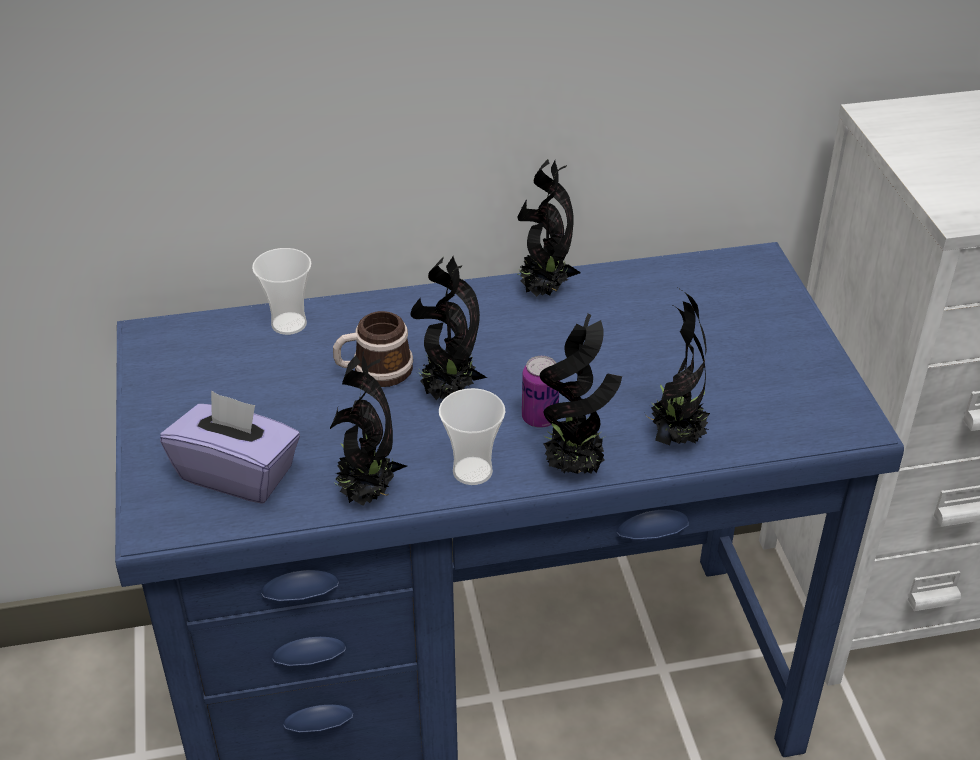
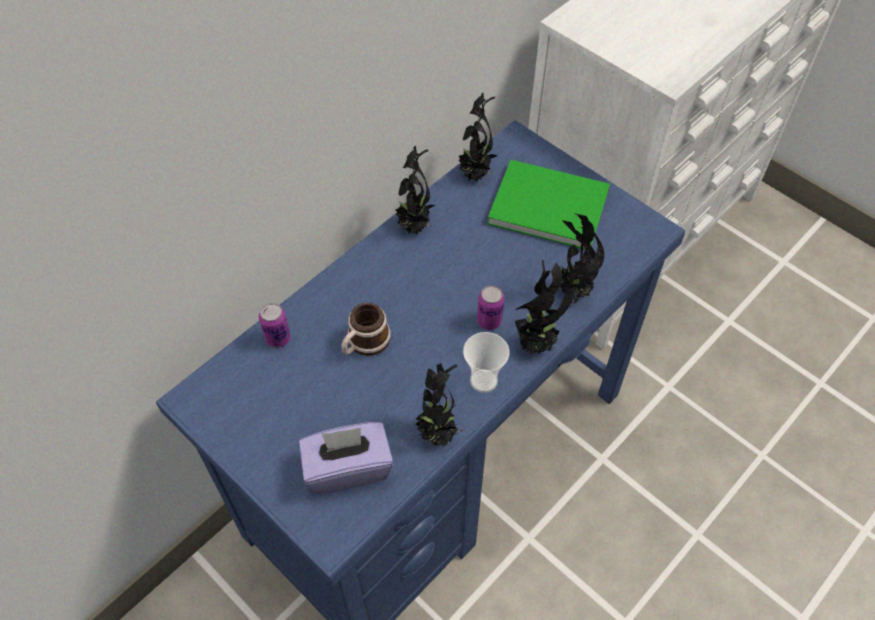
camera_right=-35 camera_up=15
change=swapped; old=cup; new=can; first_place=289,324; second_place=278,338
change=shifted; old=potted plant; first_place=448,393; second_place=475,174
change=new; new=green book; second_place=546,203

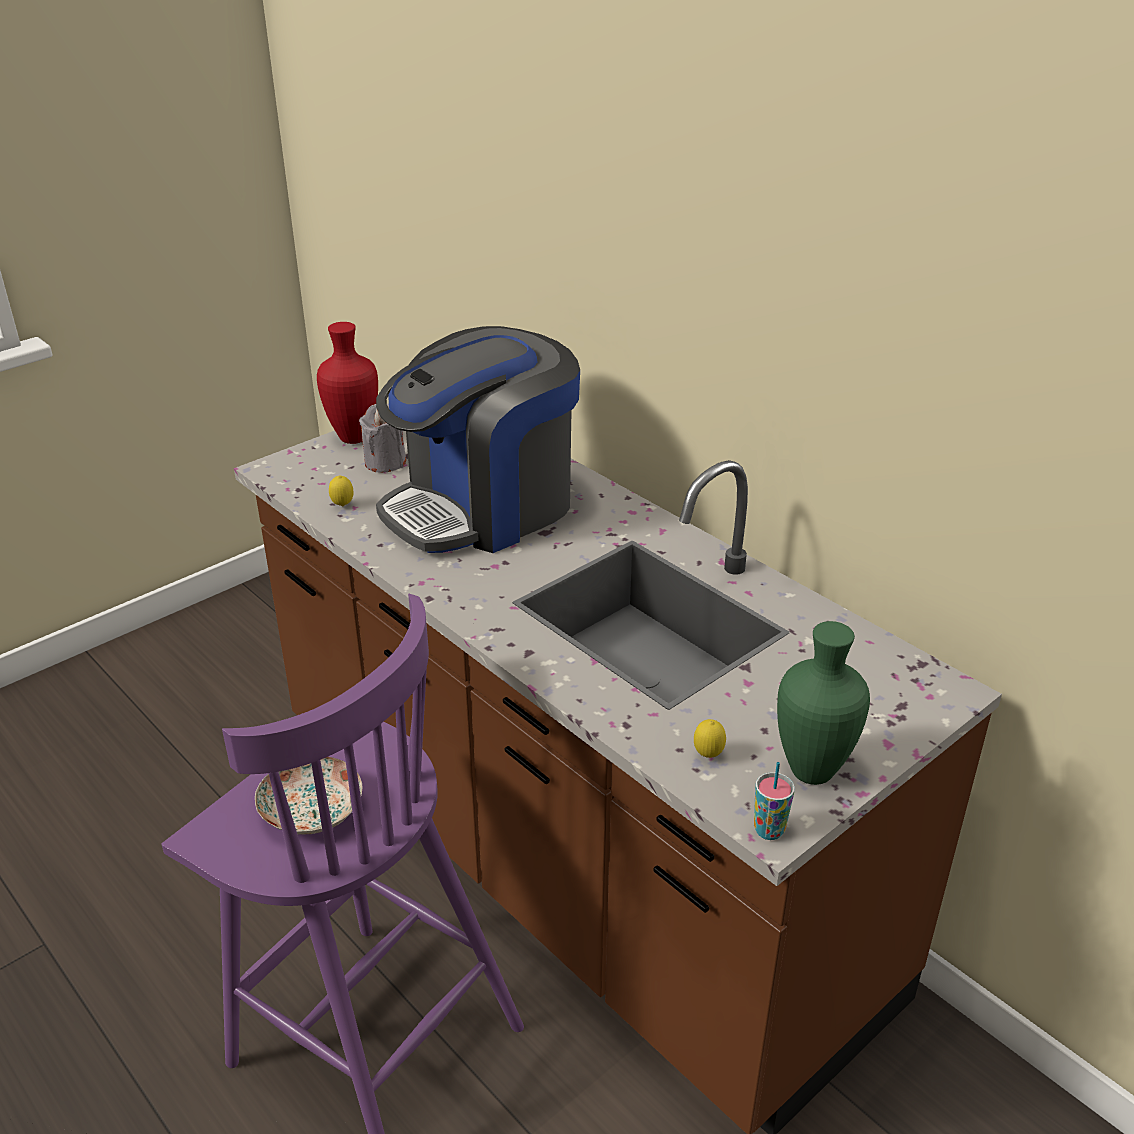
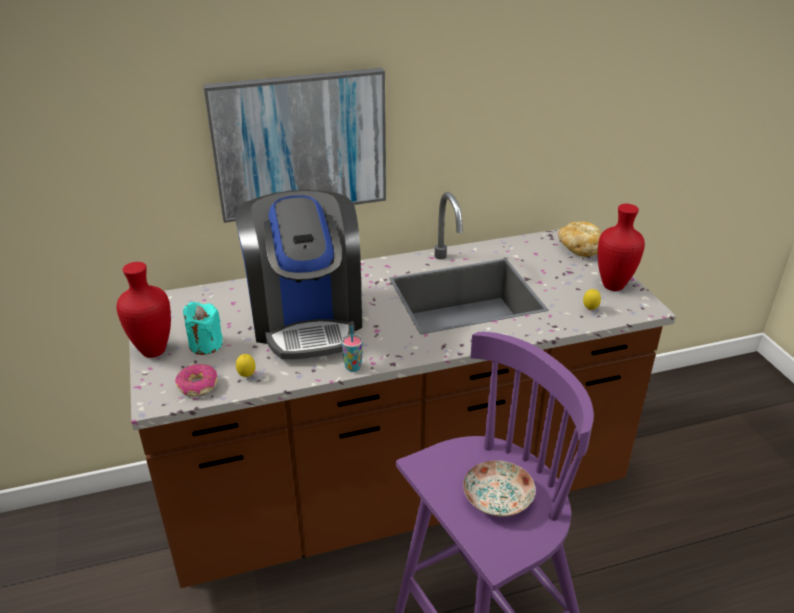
camera_right=-65 camera_up=0
change=repainted; old=grey candle; new=turquoise candle; first_place=385,462; second_place=205,344
change=shifted; old=cup; first_place=769,830; second_place=353,367
change=repainted; old=green vase; new=red vase; first_place=809,770; second_place=611,286
change=new; new=donut; second_place=197,386
change=new; new=picture; second_place=300,144
change=new; new=bread; second_place=580,249

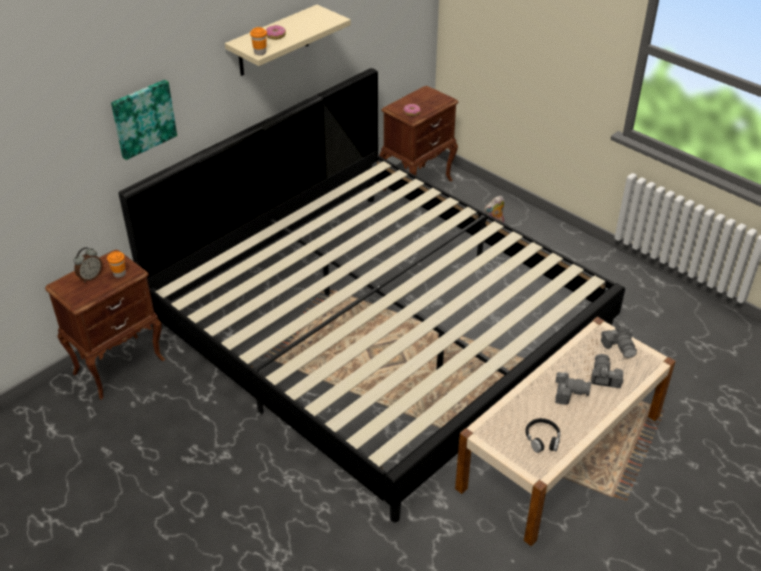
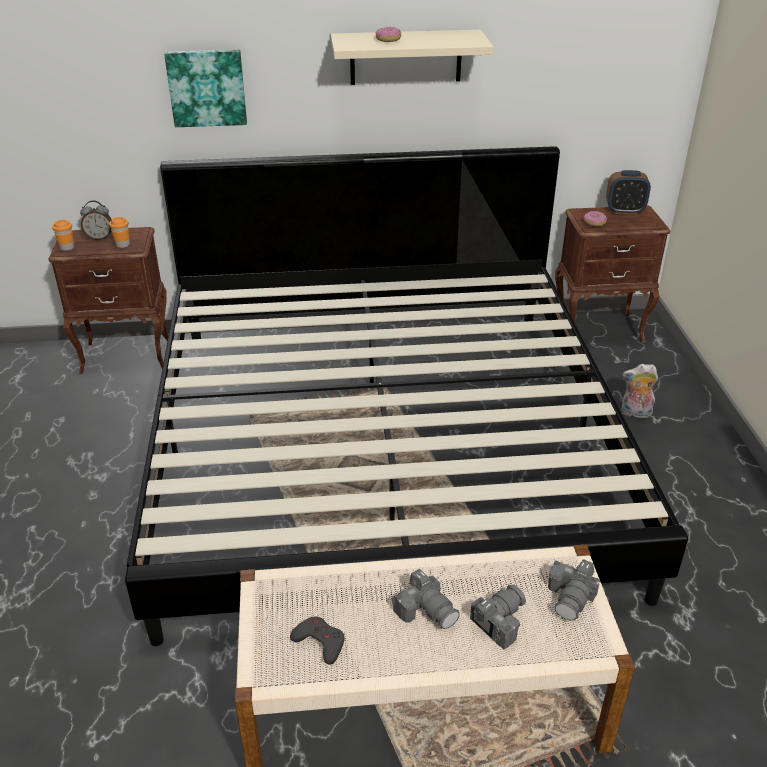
camera_right=40 camera_up=-5
change=shifted; old=orange cup; first_place=260,52; second_place=67,248
change=swapped; old=black headphones; new=grey game controller; first_place=542,439; second_place=320,642
change=new; new=alarm clock; second_place=624,210

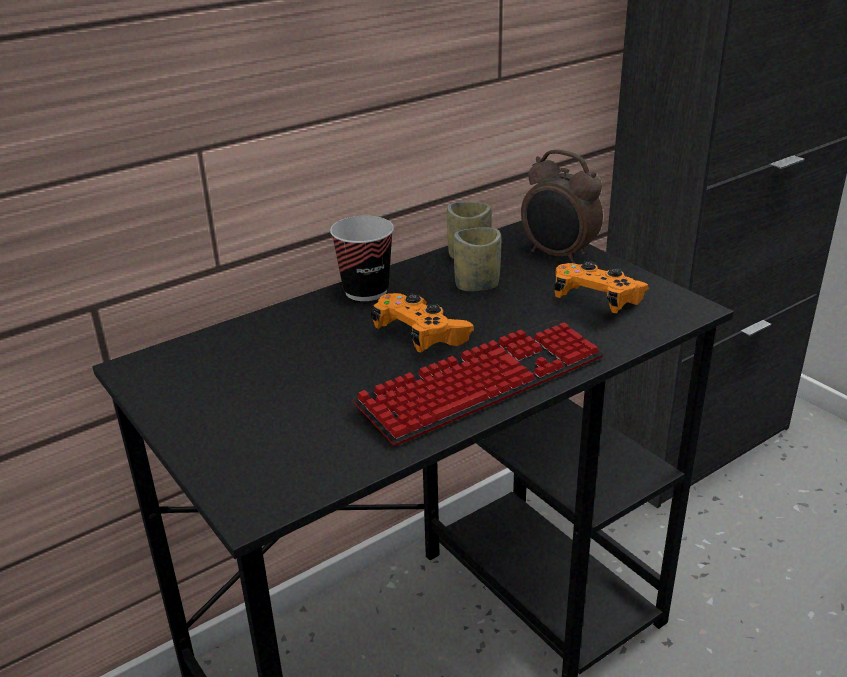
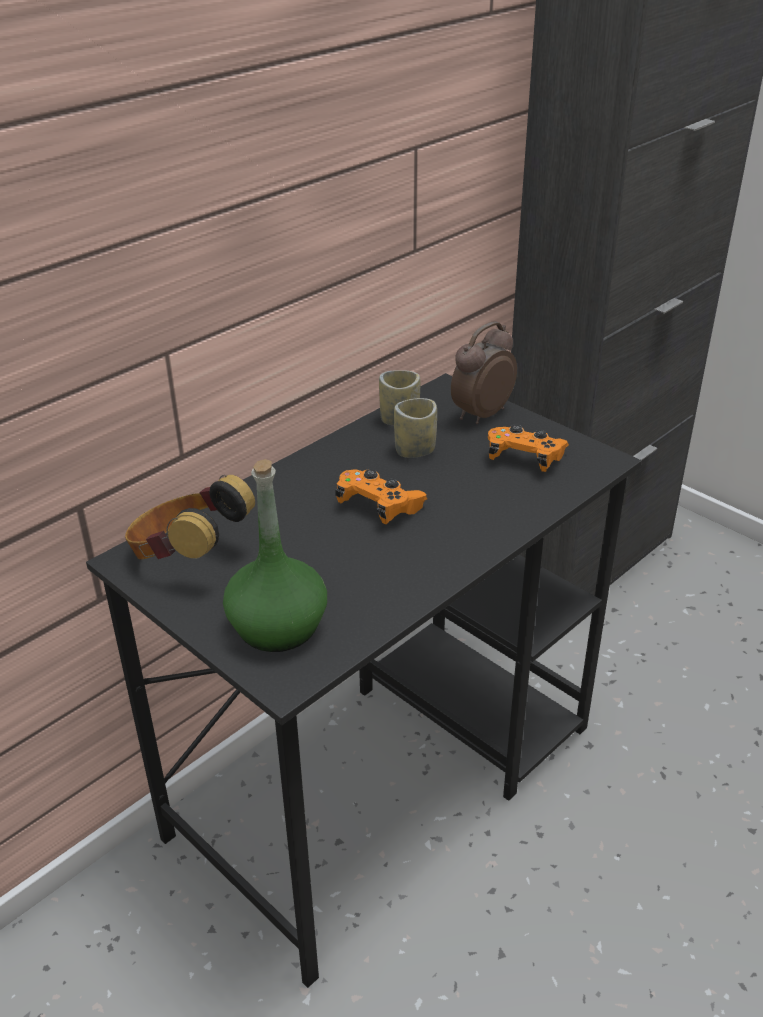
camera_right=-10 camera_up=5
change=gone; old=cup; first_place=366,291
change=gone; old=keyboard; first_place=483,382
change=rotated; old=alarm clock; first_place=558,256; second_place=480,414; degrees=105
change=new; new=headphones; second_place=188,557
change=new; new=green bottle; second_place=278,627

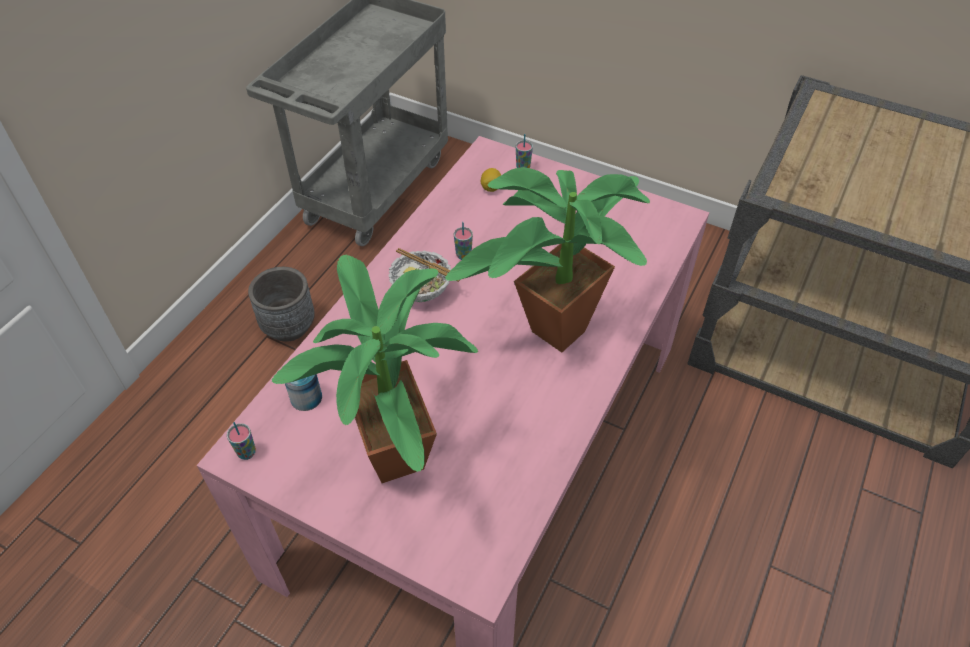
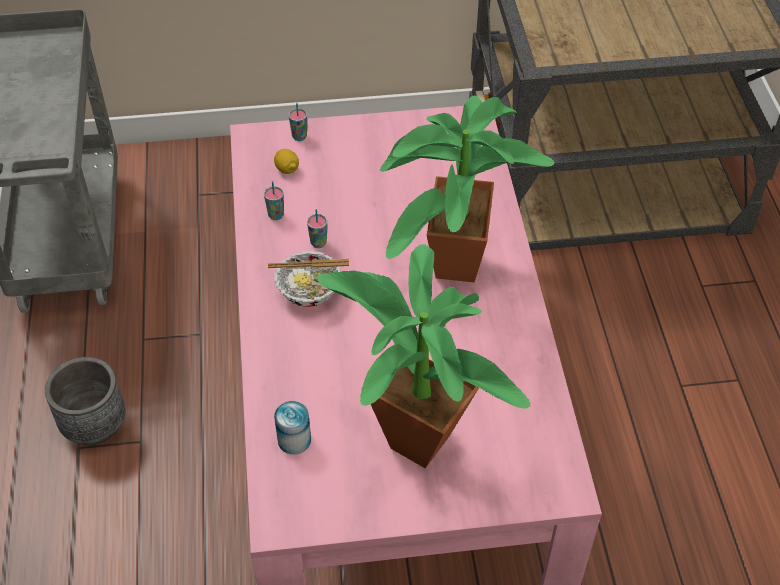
camera_right=-35 camera_up=0
change=shifted; old=cup; first_place=247,453; second_place=276,215

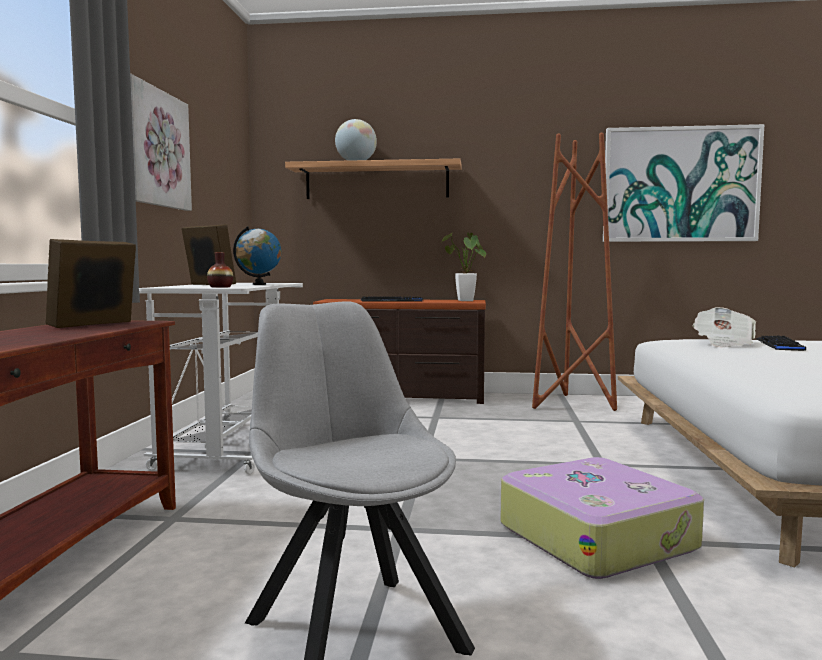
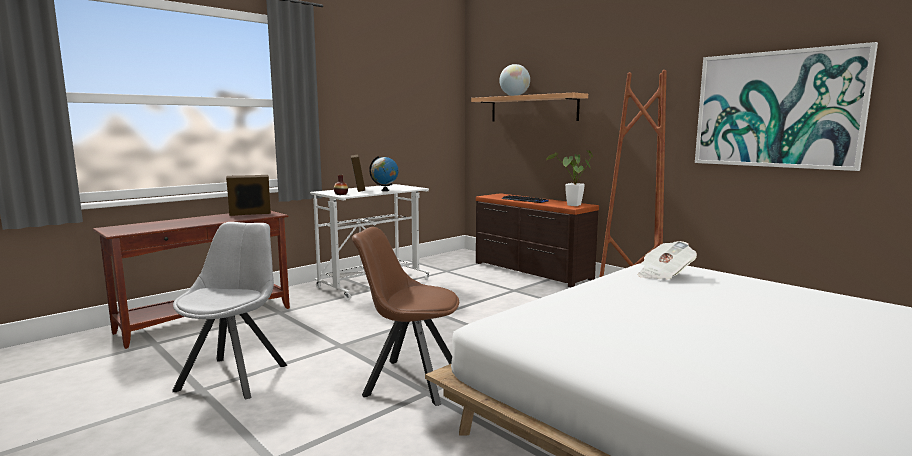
camera_right=40 camera_up=5
change=gone; old=picture; first_place=156,148
change=swapped; old=suitcase; new=brown chair; first_place=597,536; second_place=409,381
change=gone; old=keyboard; first_place=779,345

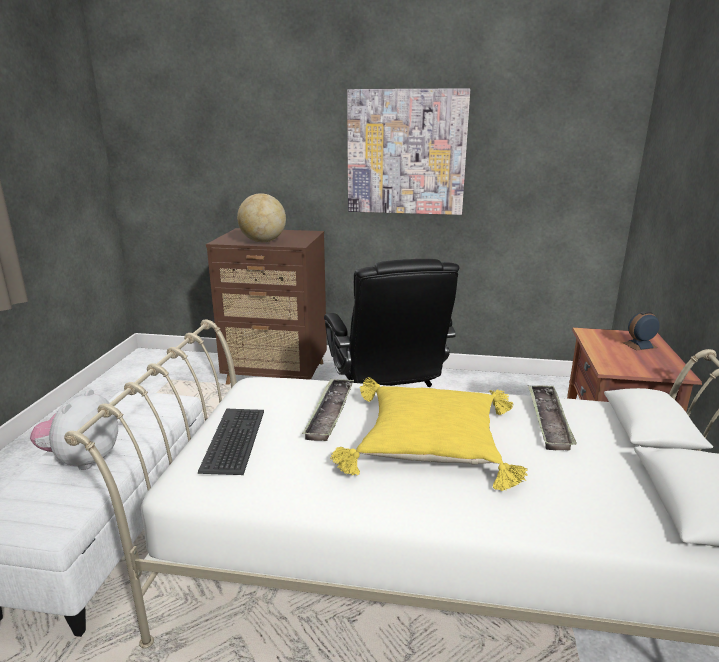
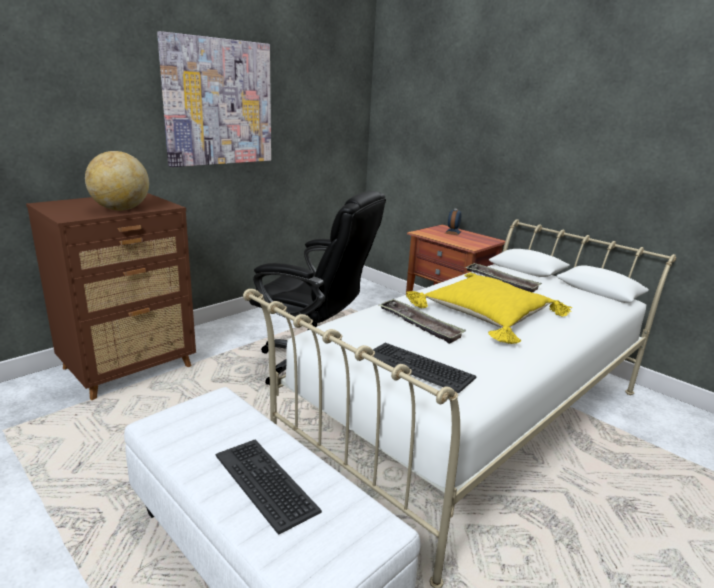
camera_right=-55 camera_up=0
change=swapped; old=plush toy; new=keyboard; first_place=82,460; second_place=266,482

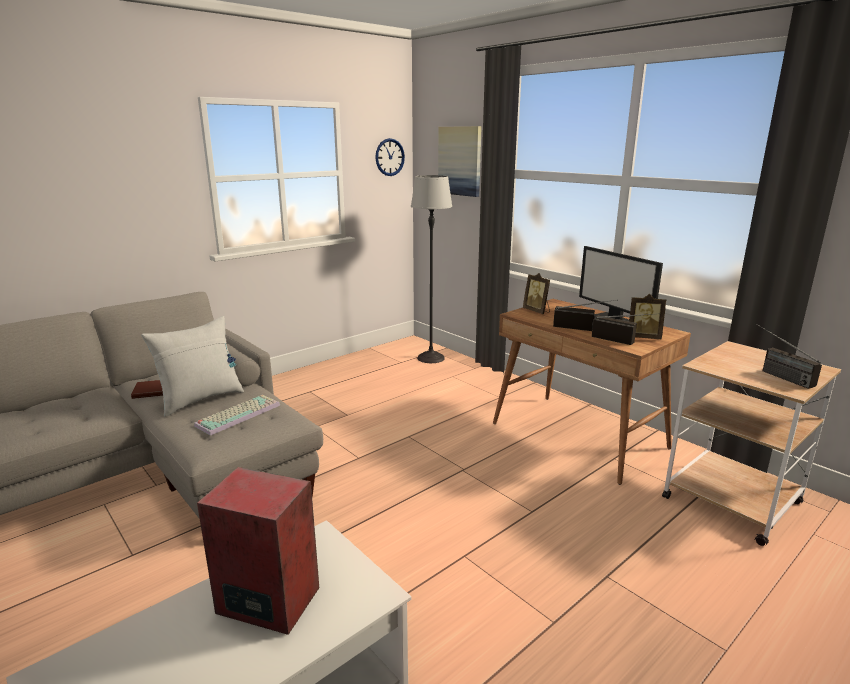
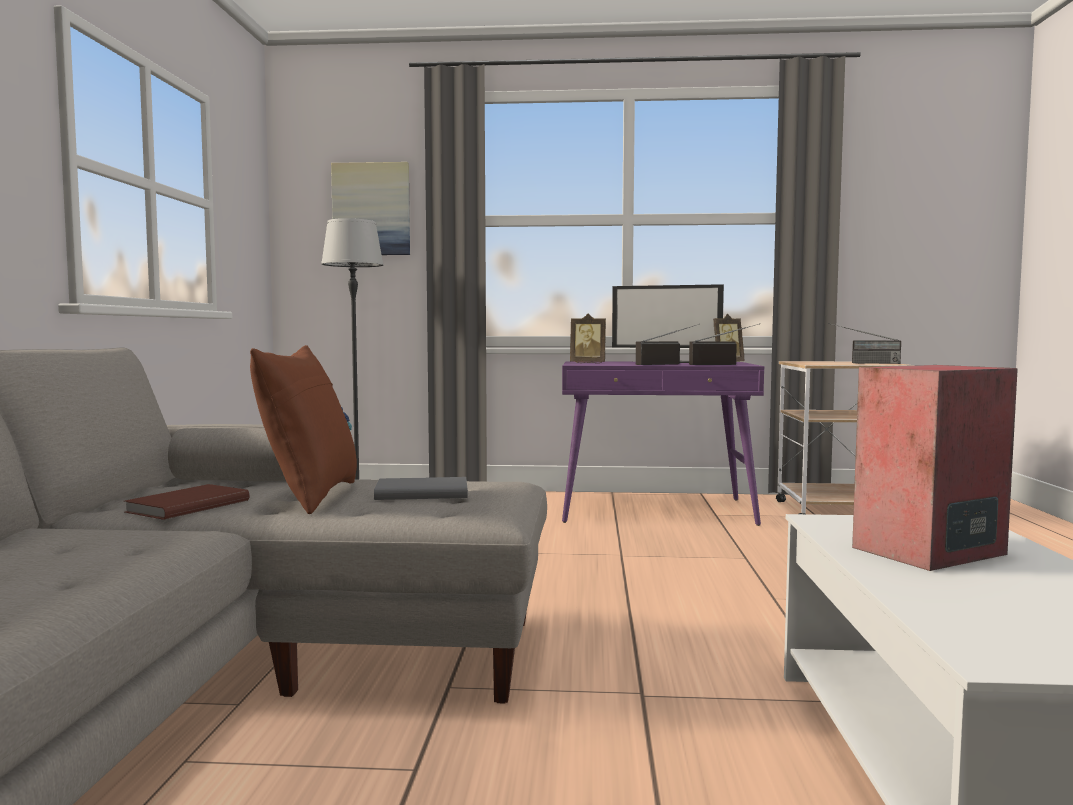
camera_right=-45 camera_up=-15
change=repainted; old=grey pillow; new=brown pillow; first_place=201,400; second_place=310,497
change=swapped; old=keyboard; new=grey book; first_place=238,414; second_place=420,492
change=gone; old=wall clock; first_place=389,157
change=repainted; old=brown desk; new=purple desk; first_place=579,436; second_place=656,510

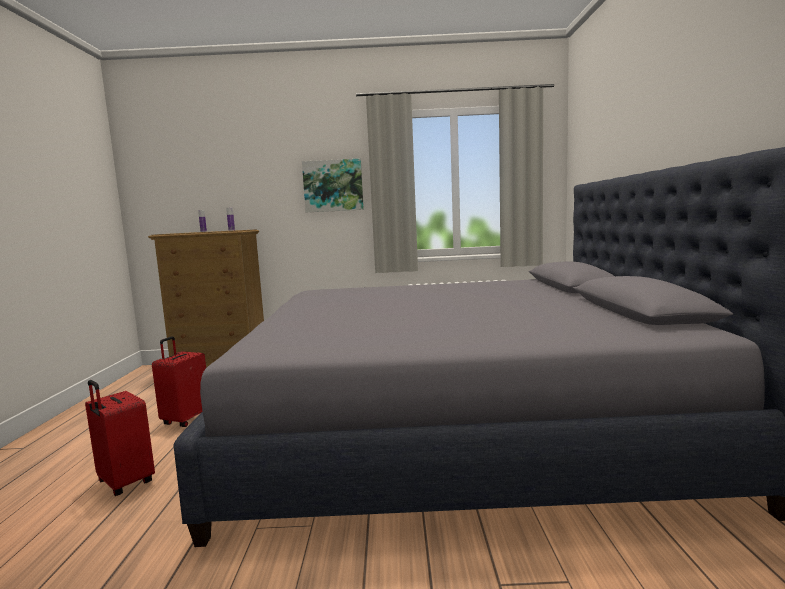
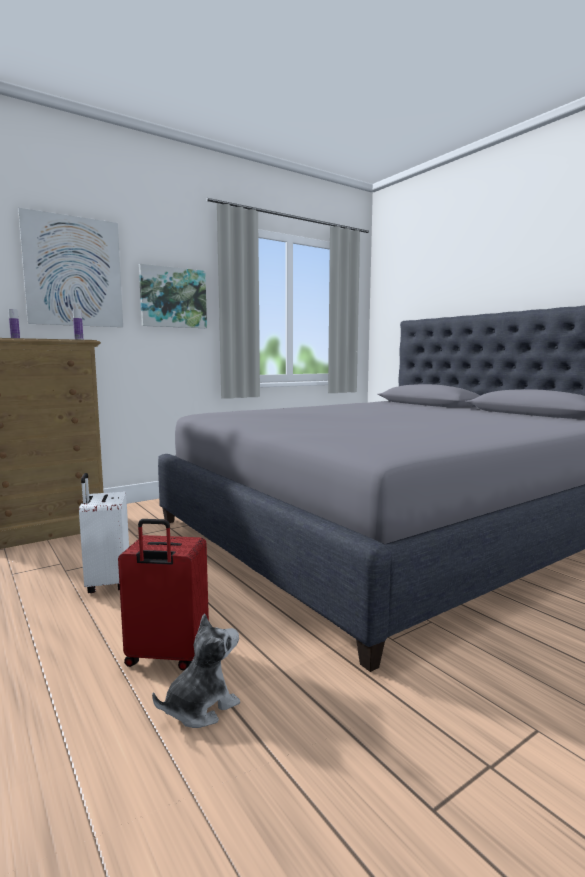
camera_right=-35 camera_up=0
change=repainted; old=red suitcase; new=white suitcase; first_place=185,419; second_place=107,583
change=new; new=picture; second_place=73,271
change=new; new=plush toy; second_place=200,707

